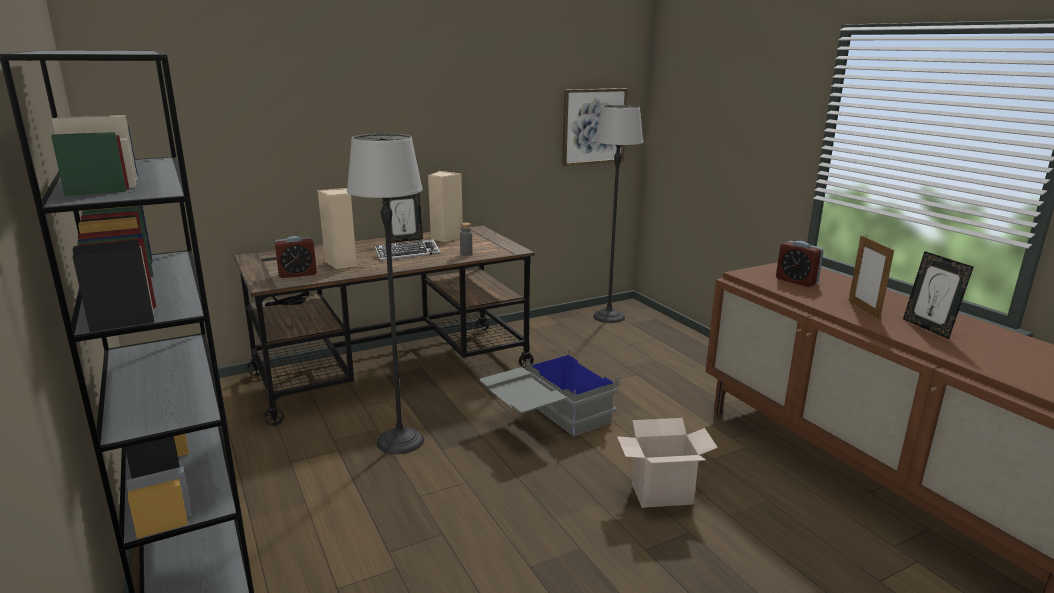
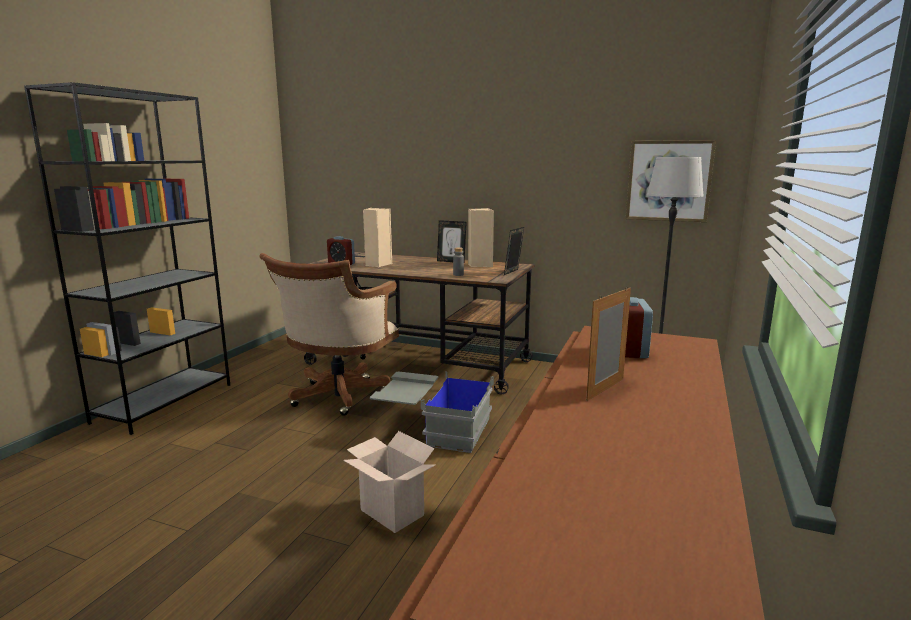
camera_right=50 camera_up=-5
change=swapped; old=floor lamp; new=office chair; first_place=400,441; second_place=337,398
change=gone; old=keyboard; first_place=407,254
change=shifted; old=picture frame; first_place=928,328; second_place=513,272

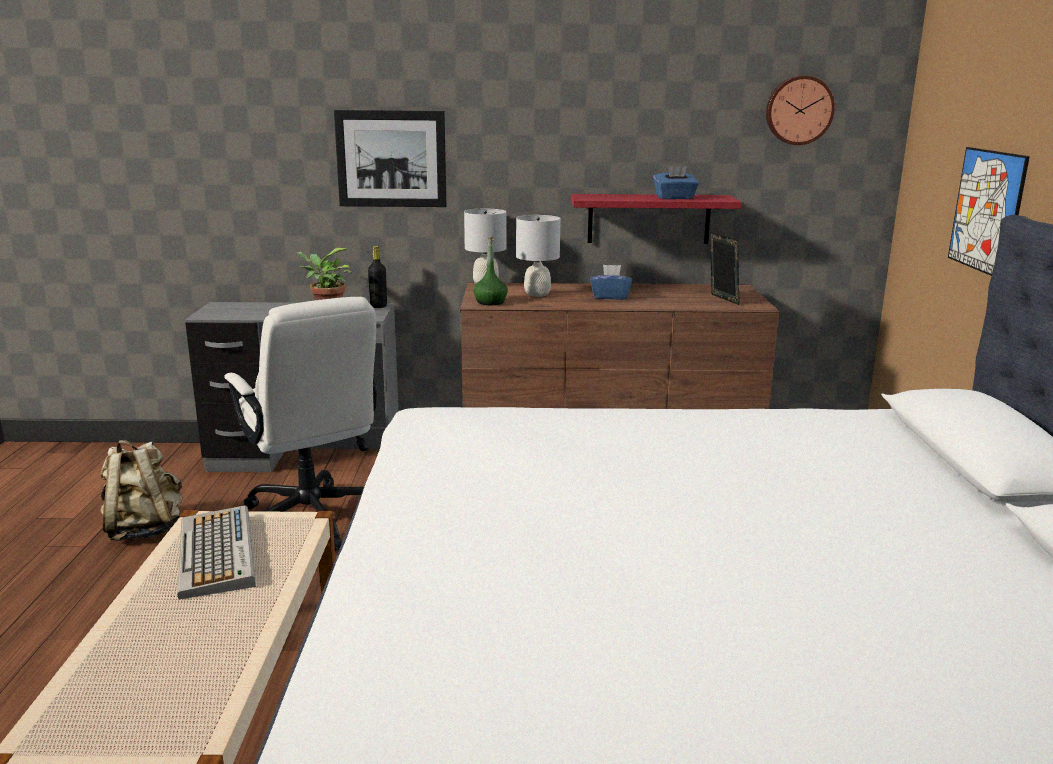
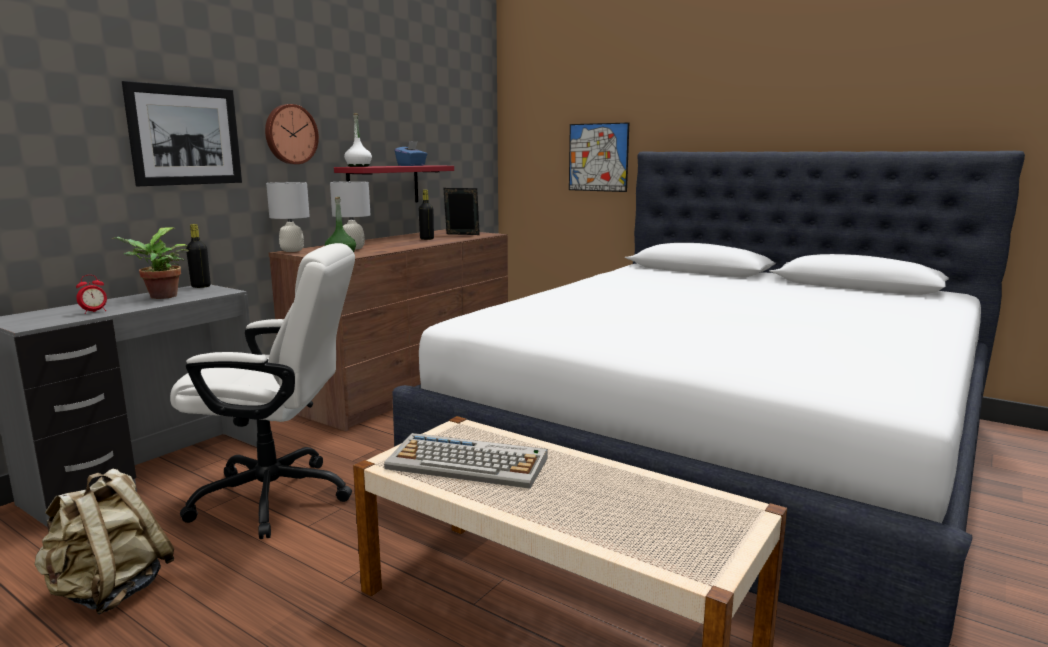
camera_right=-55 camera_up=-5
change=gone; old=blue tissue box; first_place=610,297
change=shifted; old=wall clock; first_place=799,110; second_place=290,134
change=new; new=alarm clock; second_place=94,312
change=new; new=white bottle; second_place=358,166
change=new; new=black bottle; second_place=427,239

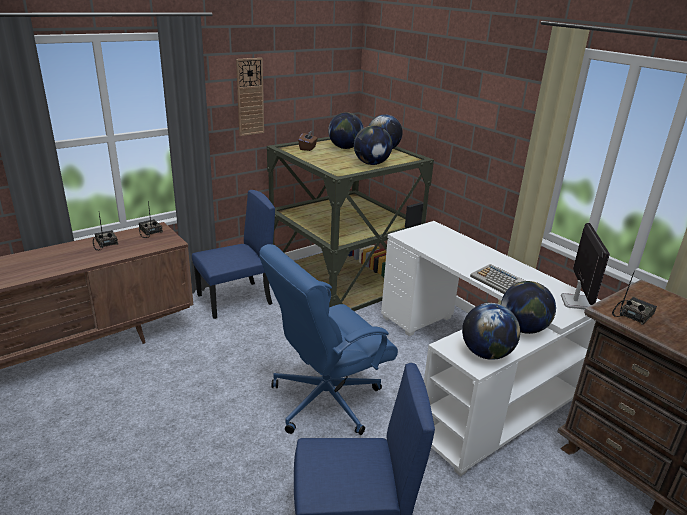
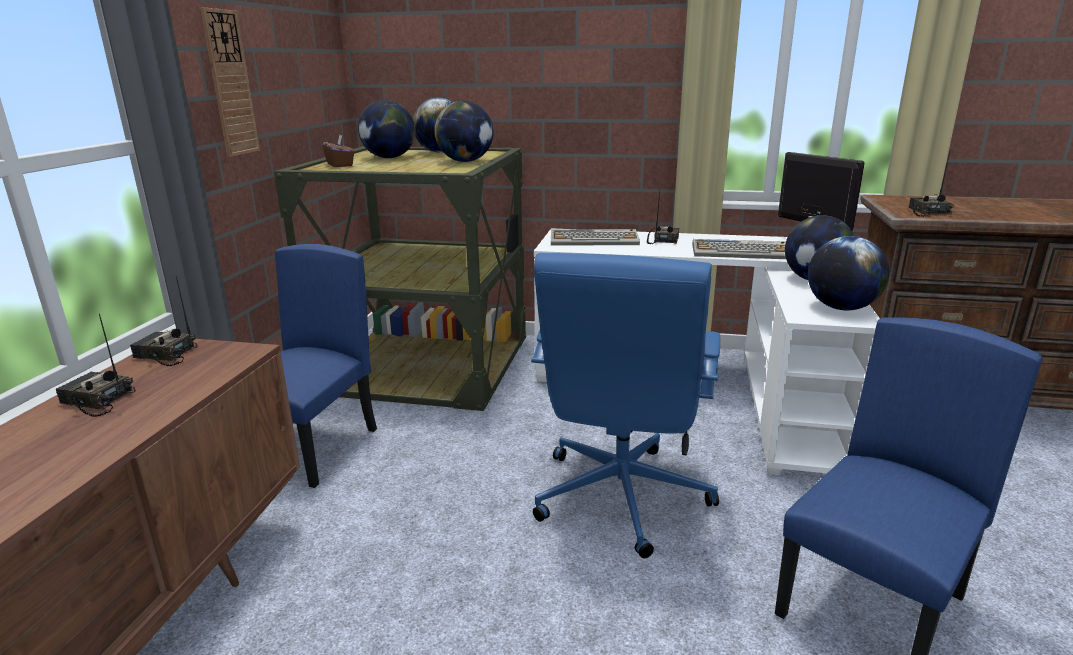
camera_right=-40 camera_up=-5
change=new; new=keyboard; second_place=595,240
change=new; new=radio; second_place=663,240

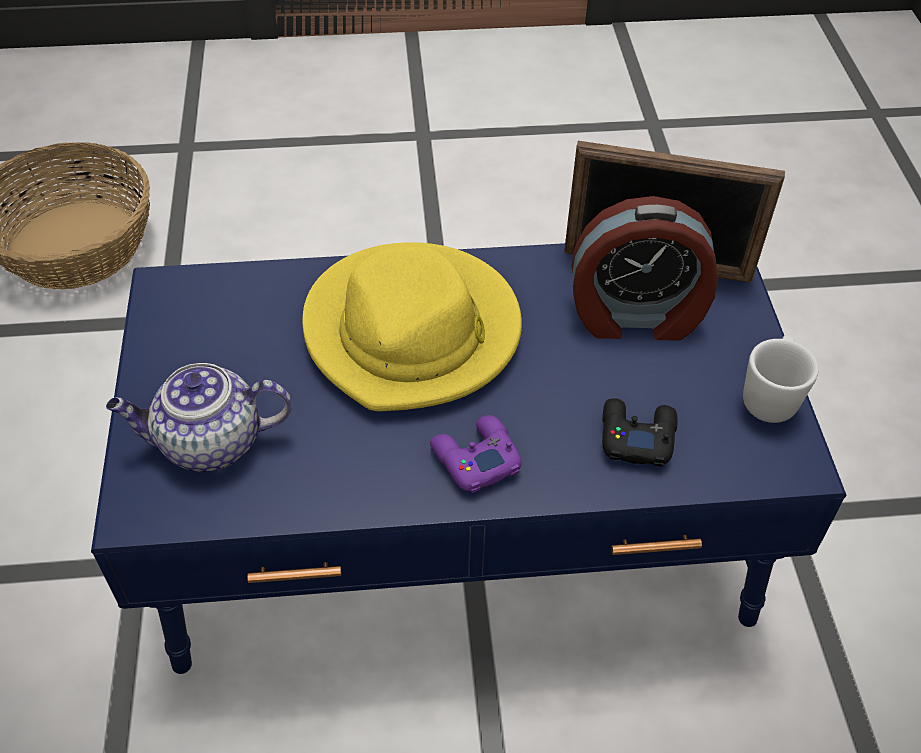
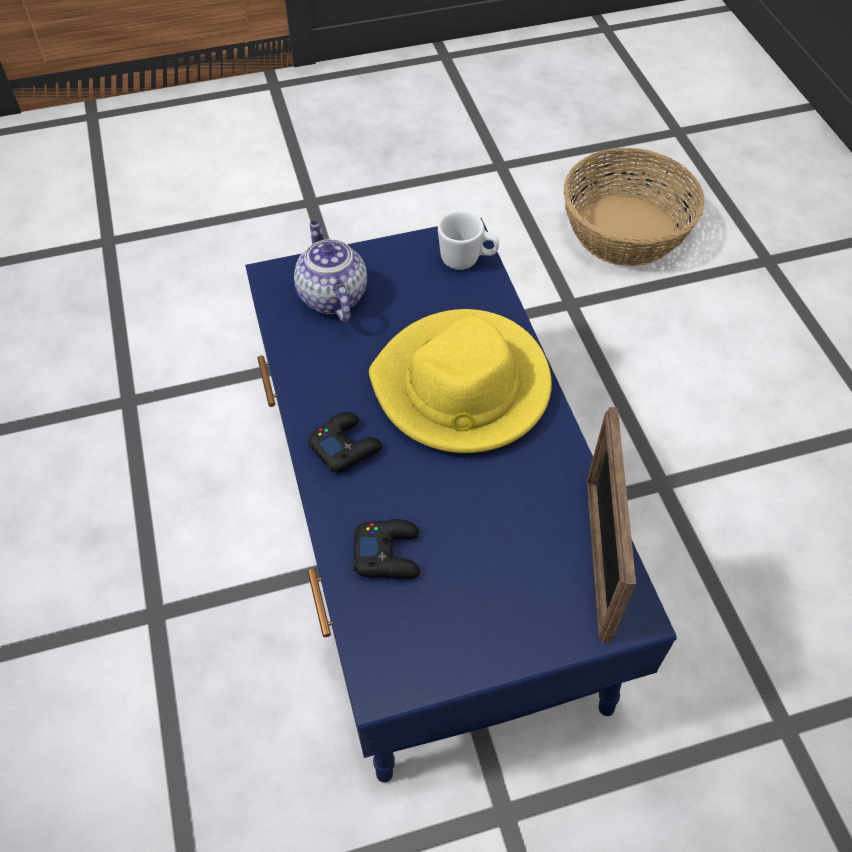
camera_right=80 camera_up=5
change=repainted; old=purple game controller; new=black game controller; first_place=475,458; second_place=345,446
change=gone; old=alarm clock; first_place=636,317
change=shifted; old=white mug; first_place=770,397; second_place=467,260

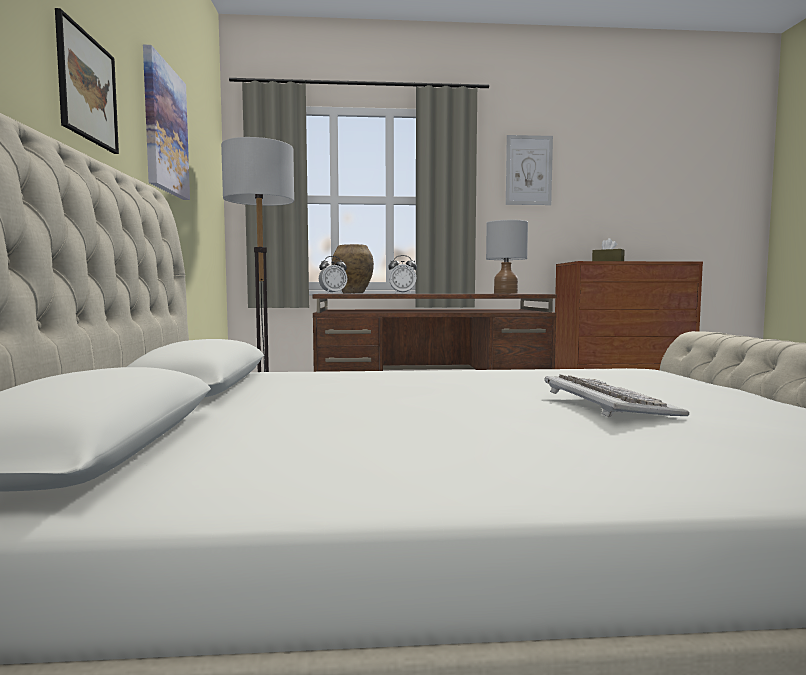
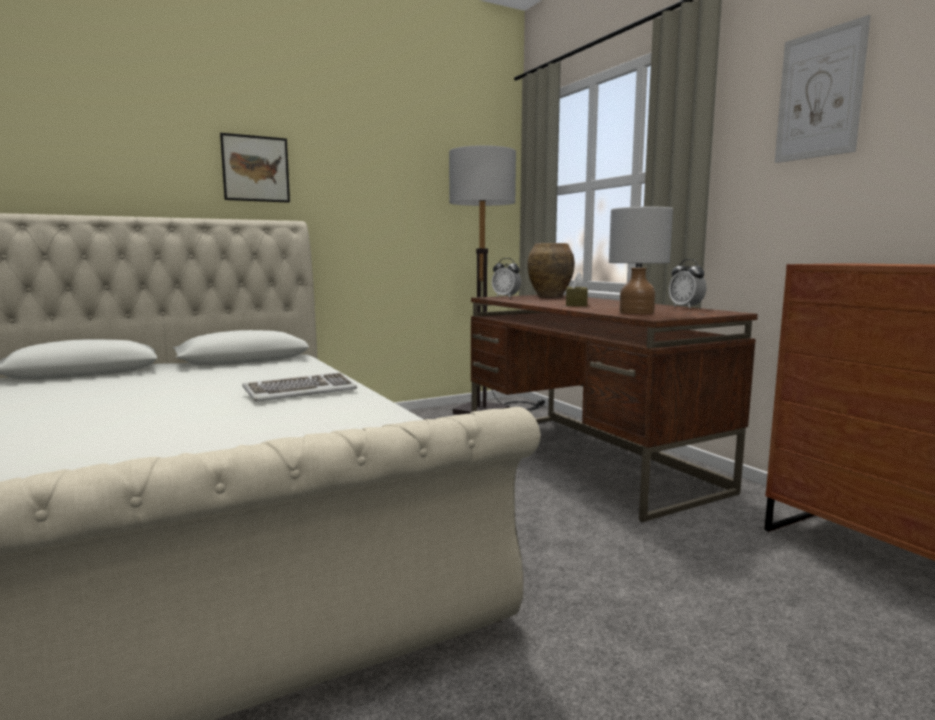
camera_right=65 camera_up=5
change=gone; old=picture; first_place=164,129
change=shifted; old=alarm clock; first_place=402,293; second_place=686,307
change=shifted; old=keyboard; first_place=605,402; second_place=300,391
change=shifted; old=brown tissue box; first_place=608,262; second_place=576,304

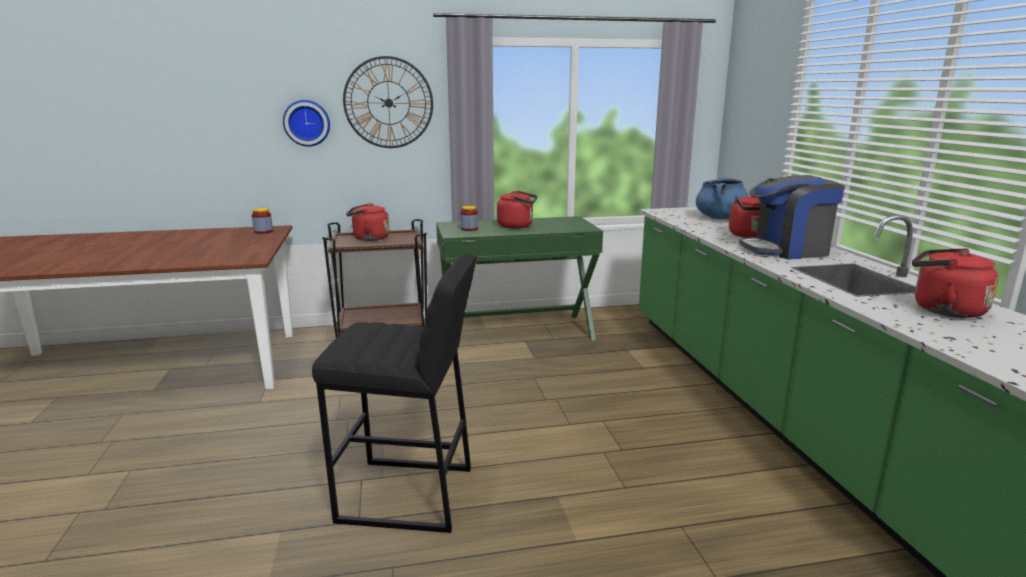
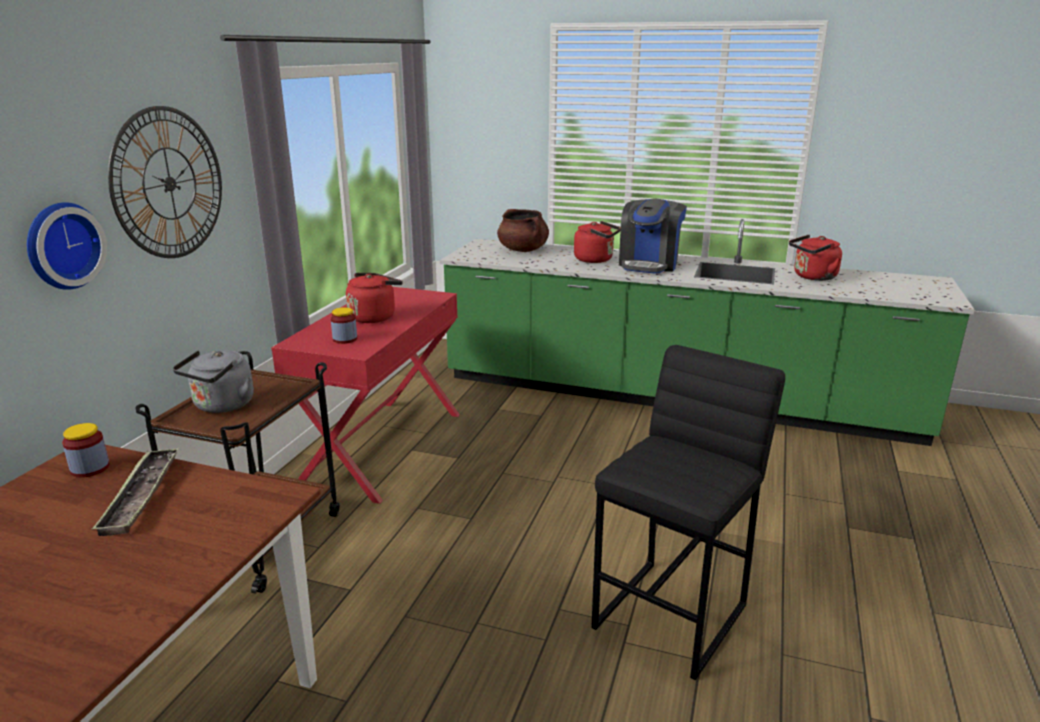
camera_right=-60 camera_up=5
change=repainted; old=red kettle; new=grey kettle; first_place=368,238; second_place=222,406
change=repainted; old=green console table; new=red console table; first_place=516,332; second_place=382,447
change=repainted; old=blue cooking pot; new=brown cooking pot; first_place=720,218; second_place=523,250
change=new; new=tray; second_place=141,495

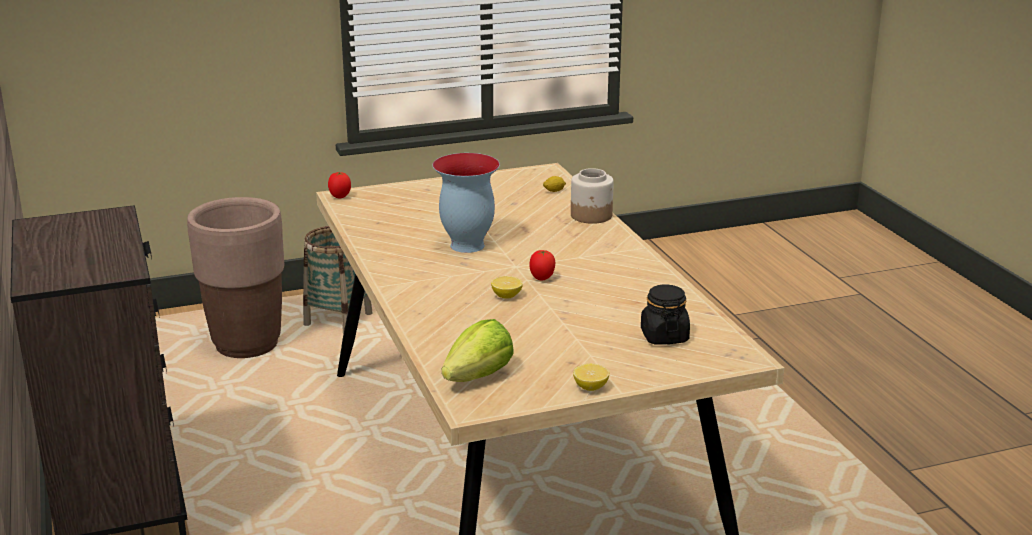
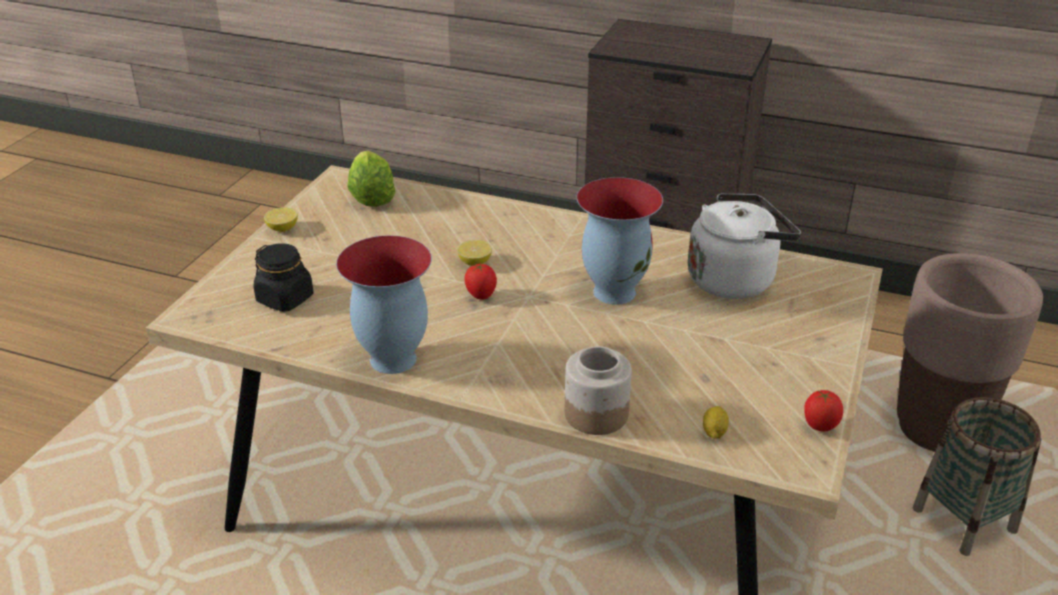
camera_right=130 camera_up=10
change=shifted; old=tomato; first_place=340,197; second_place=819,427
change=new; new=vase; second_place=392,360
change=new; new=white kettle; second_place=734,279

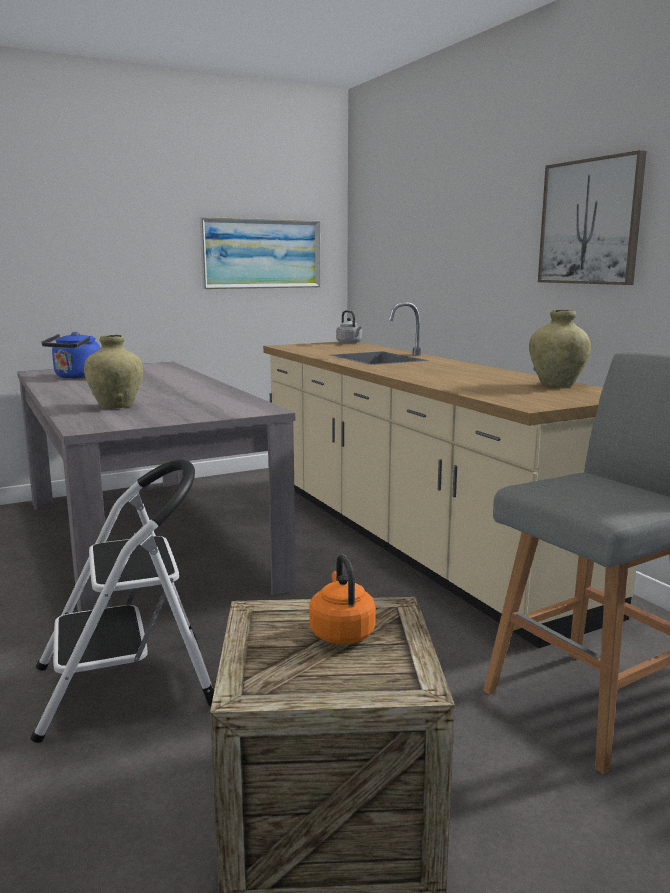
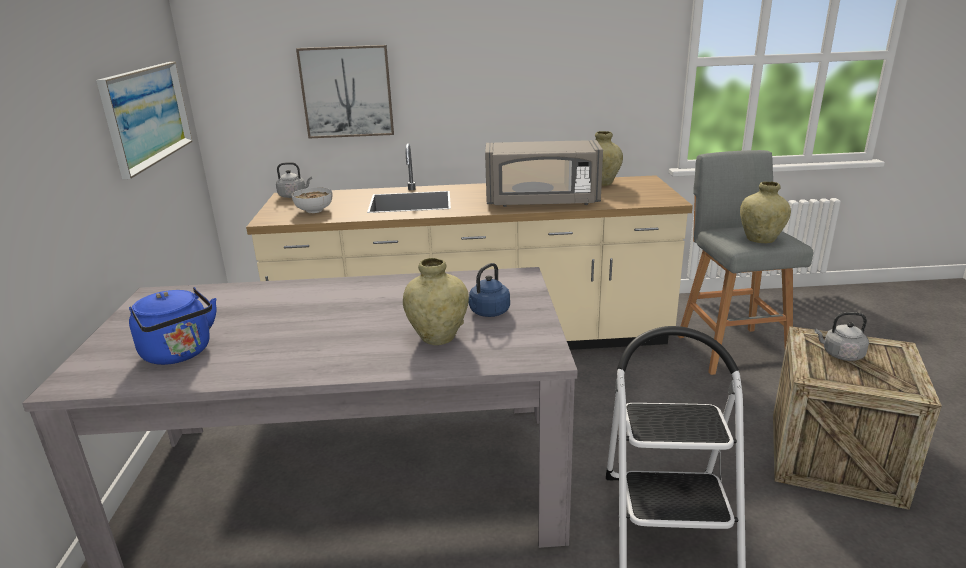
camera_right=-65 camera_up=10
change=repainted; old=orange kettle; new=grey kettle; first_place=341,632; second_place=840,354
change=shifted; old=picture; first_place=590,222; second_place=347,92
change=new; new=bowl; second_place=313,210
change=new; new=blue kettle; second_place=488,312
change=new; new=grey microwave; second_place=542,202
change=new; new=beige vase; second_place=760,239

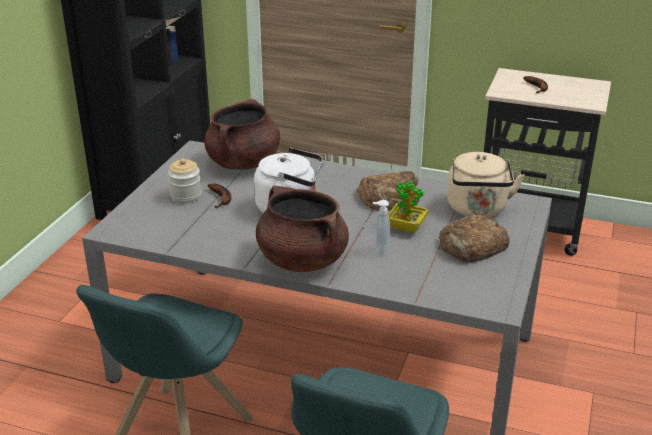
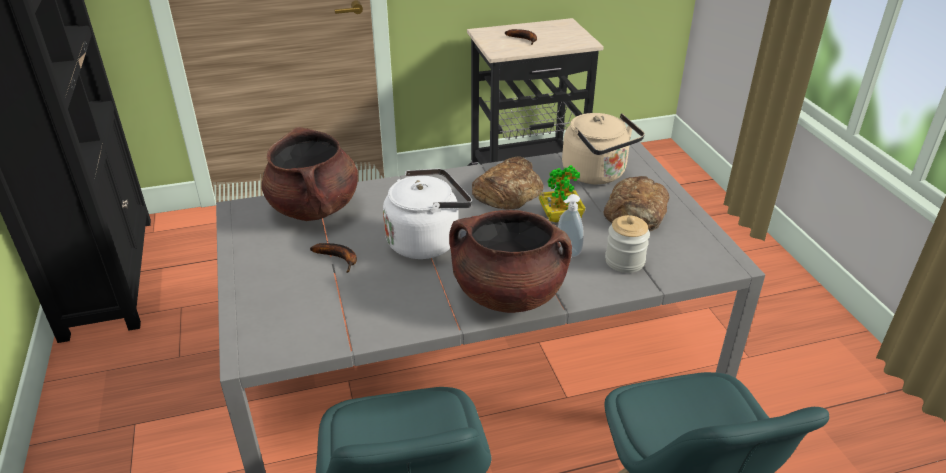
camera_right=-35 camera_up=5
change=shifted; old=jar; first_place=186,196; second_place=624,261

